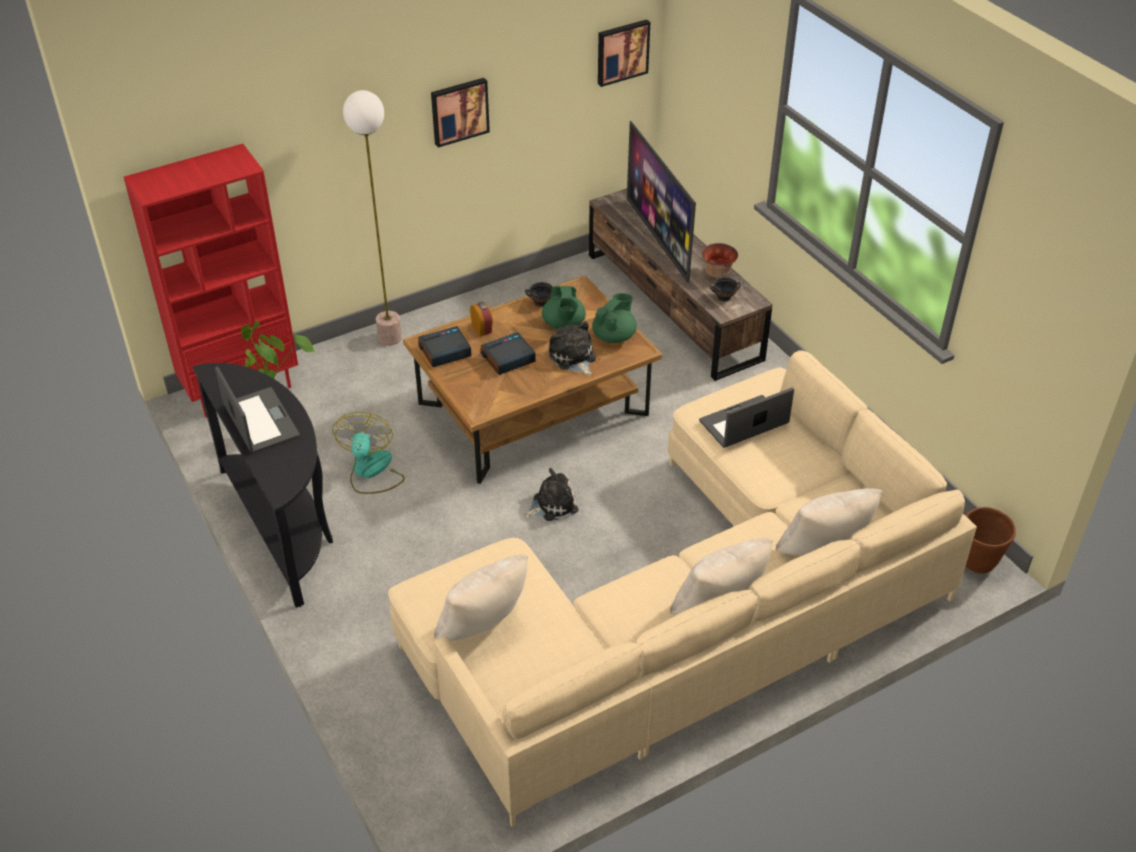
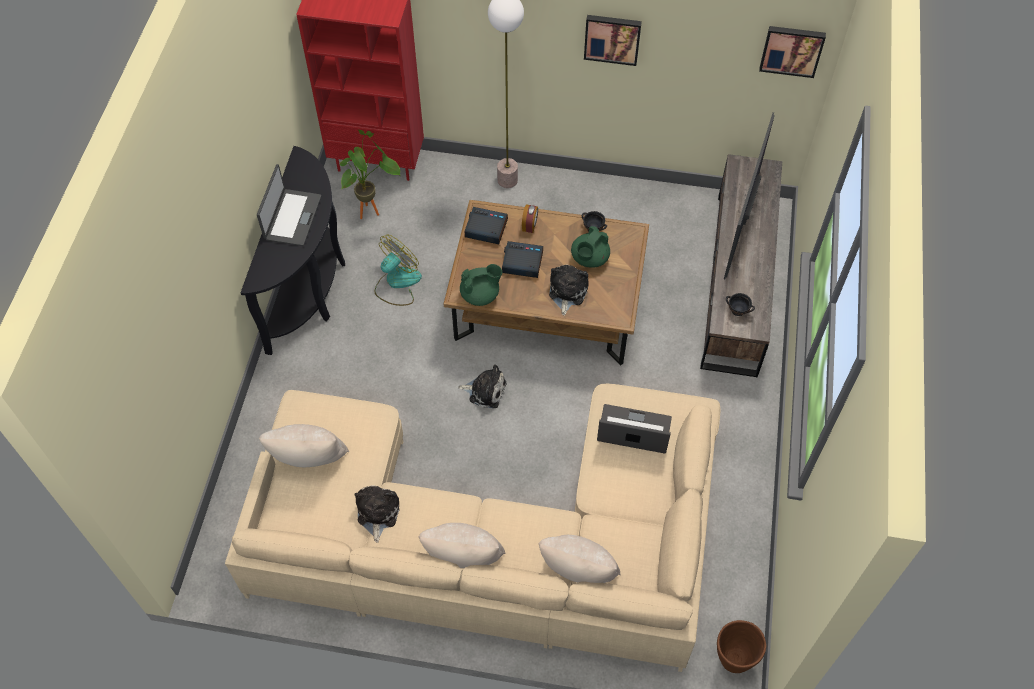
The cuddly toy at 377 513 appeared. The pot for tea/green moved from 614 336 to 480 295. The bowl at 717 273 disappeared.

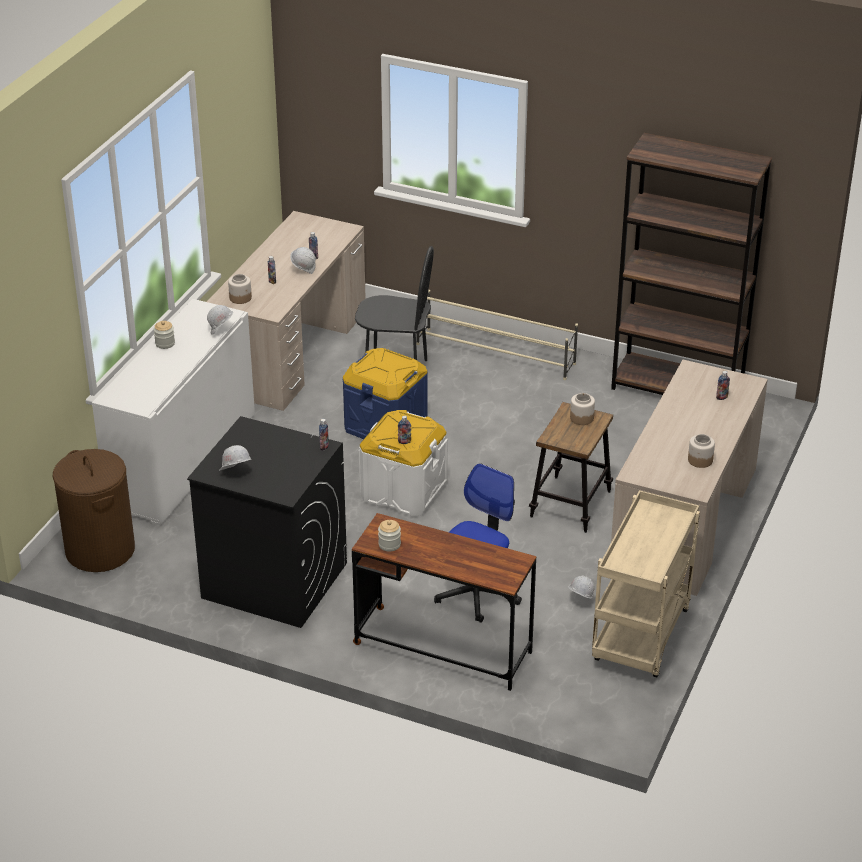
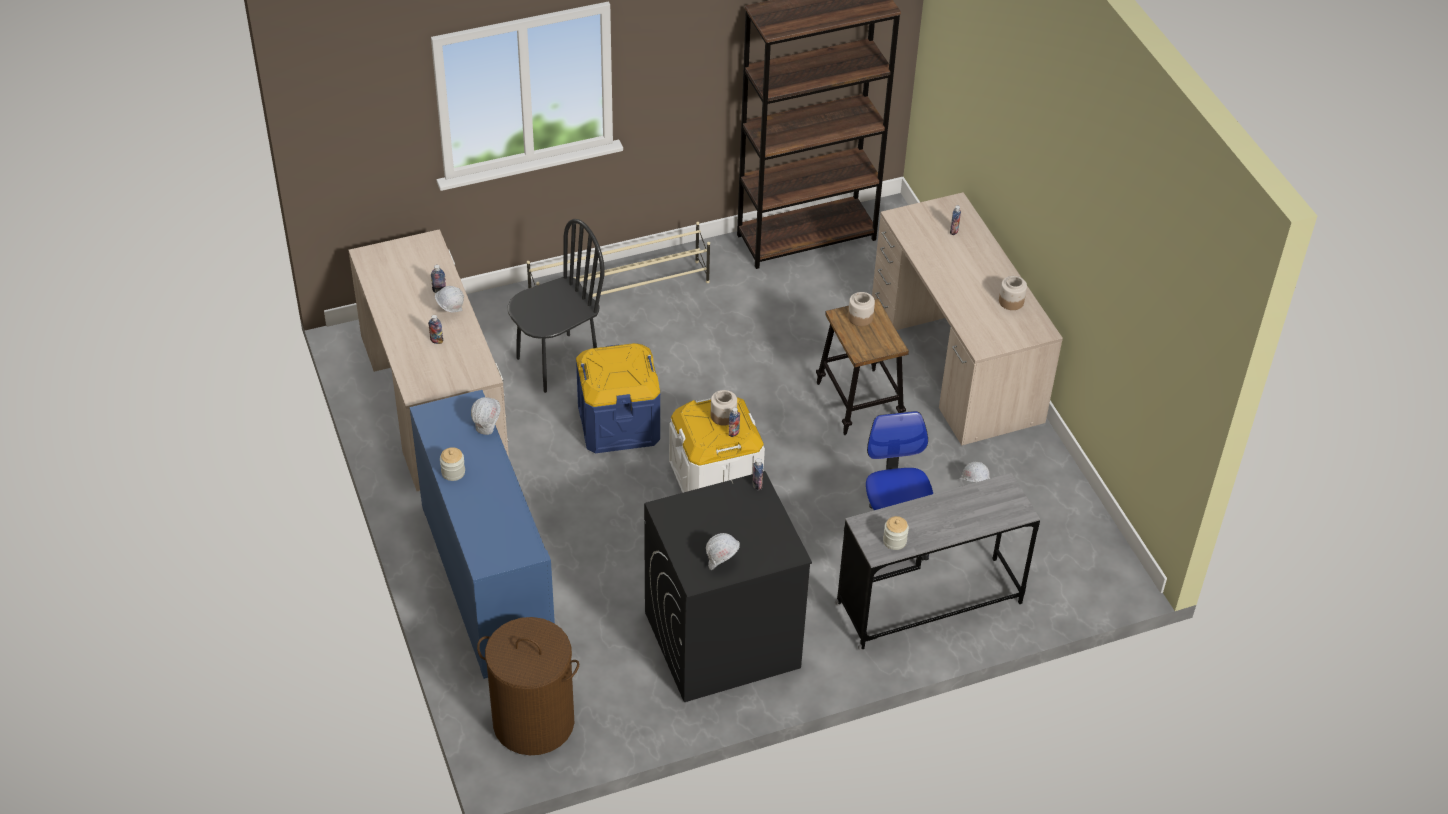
The cupboard/white at 183 461 became the cupboard/bluish at 487 580. The storage jar moved from 240 298 to 723 416. The desk unit/brownish at 442 648 became the desk unit/grey at 929 603. The trolley/beige at 641 638 disappeared.

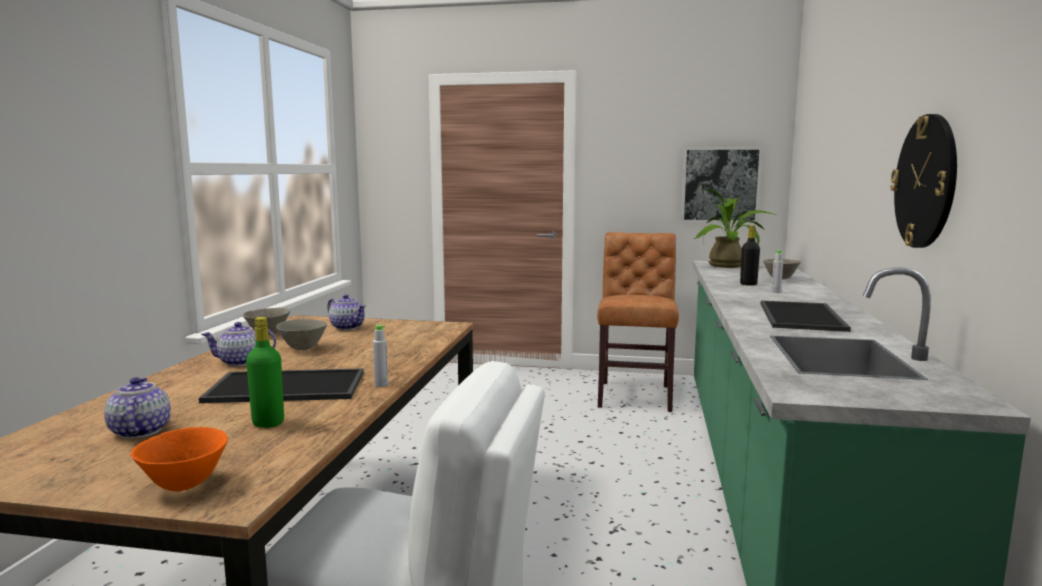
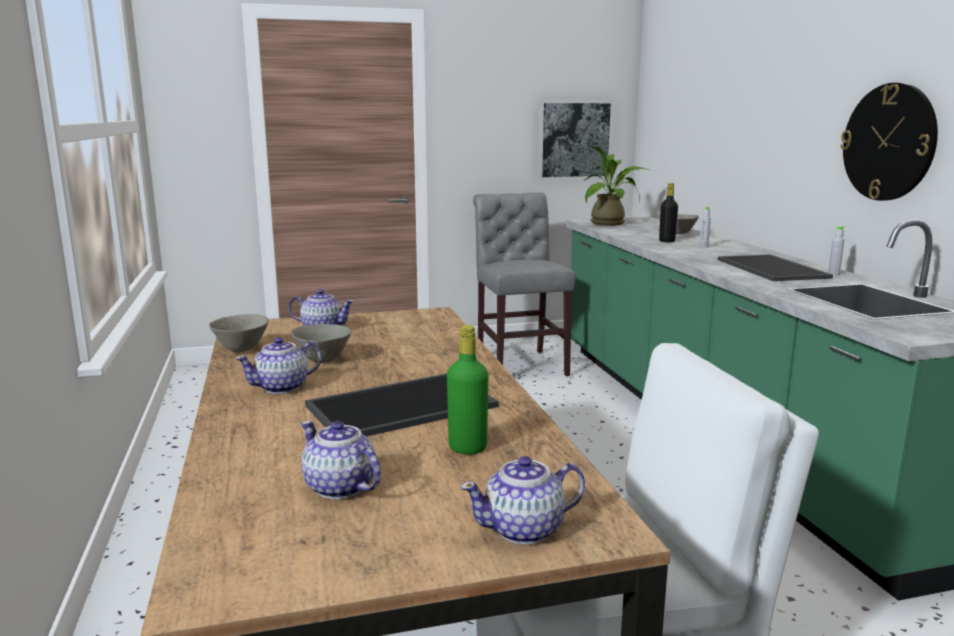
The bowl/orangey at 184 485 was replaced by the pot for tea at 525 529. The upright chair/brownish at 635 395 became the upright chair/grey at 519 364. The bottle/grey moved from 381 385 to 833 274.

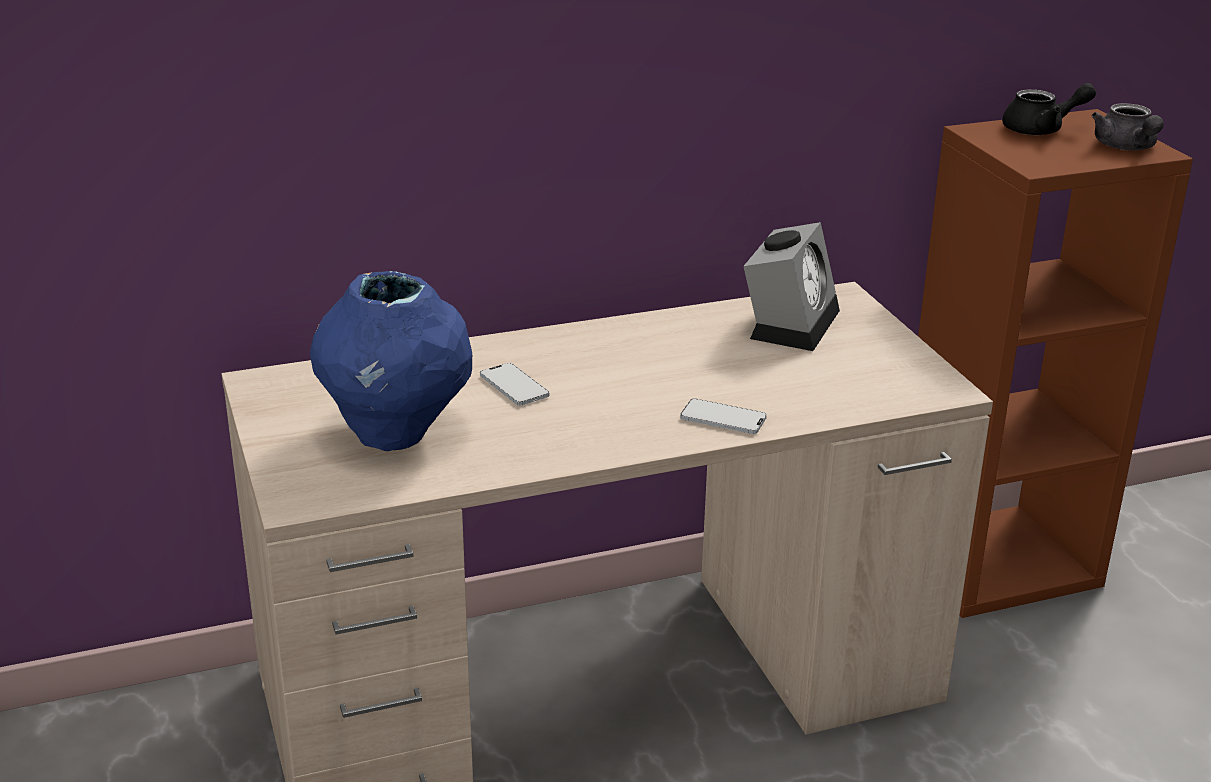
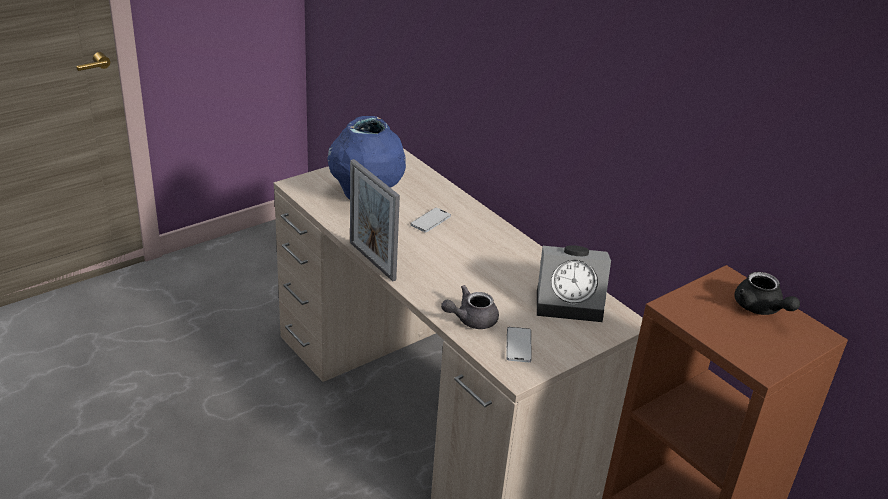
The photo frame at 372 261 appeared. The pot for tea/grey moved from 1126 148 to 471 320. The phone moved from 723 418 to 518 345.

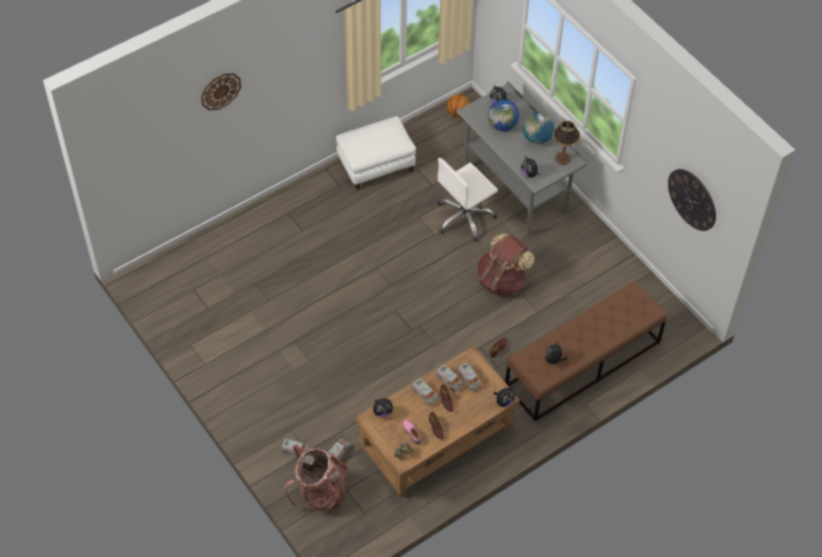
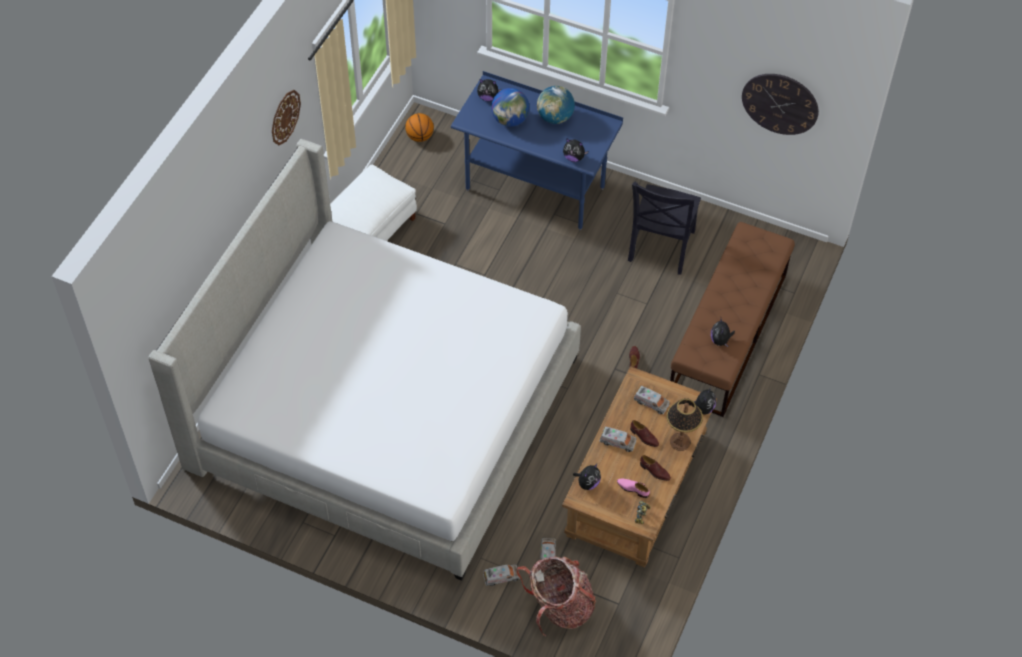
The bed at 385 411 appeared. The wall clock moved from 220 91 to 285 117. The desk unit/grey at 515 189 became the desk unit/bluish at 535 189. The upright chair/black-coloured at 660 248 appeared. The lamp for a table moved from 563 158 to 680 441. The toy lorry at 449 380 disappeared. The desk chair/white at 464 218 disappeared. The rucksack/brownish at 502 281 disappeared.

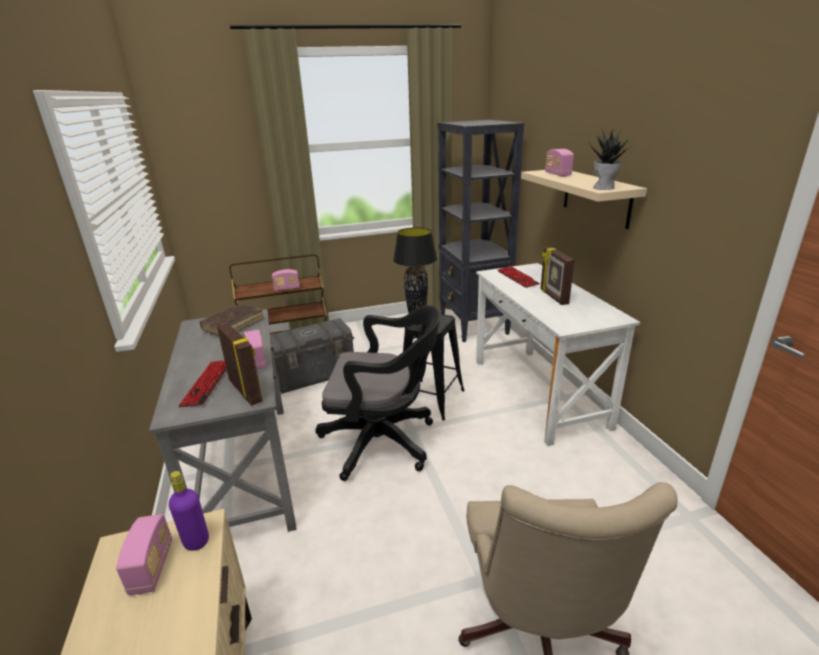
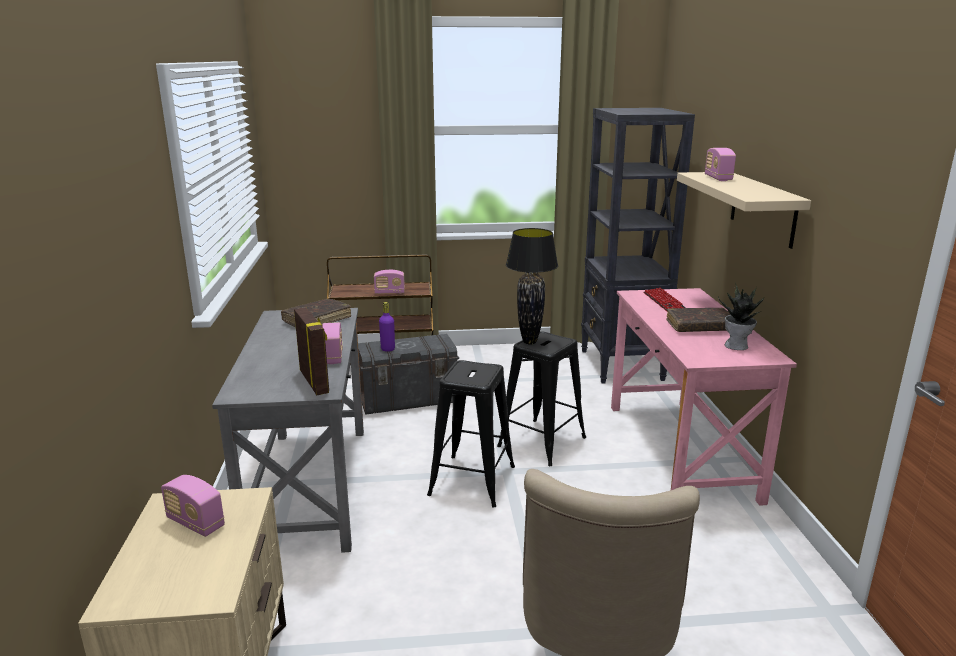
The radio at 152 567 turned 120 degrees clockwise. The bottle/purplish moved from 196 541 to 388 349. The desk chair/black-coloured at 384 442 was replaced by the stool seat/black-coloured at 472 480. The desk unit/white at 538 392 became the desk unit/pink-coloured at 680 451. The photo frame at 553 297 was replaced by the bound book/brownish at 700 327. The potted plant moved from 604 188 to 737 346. The PC keyboard at 207 384 disappeared.

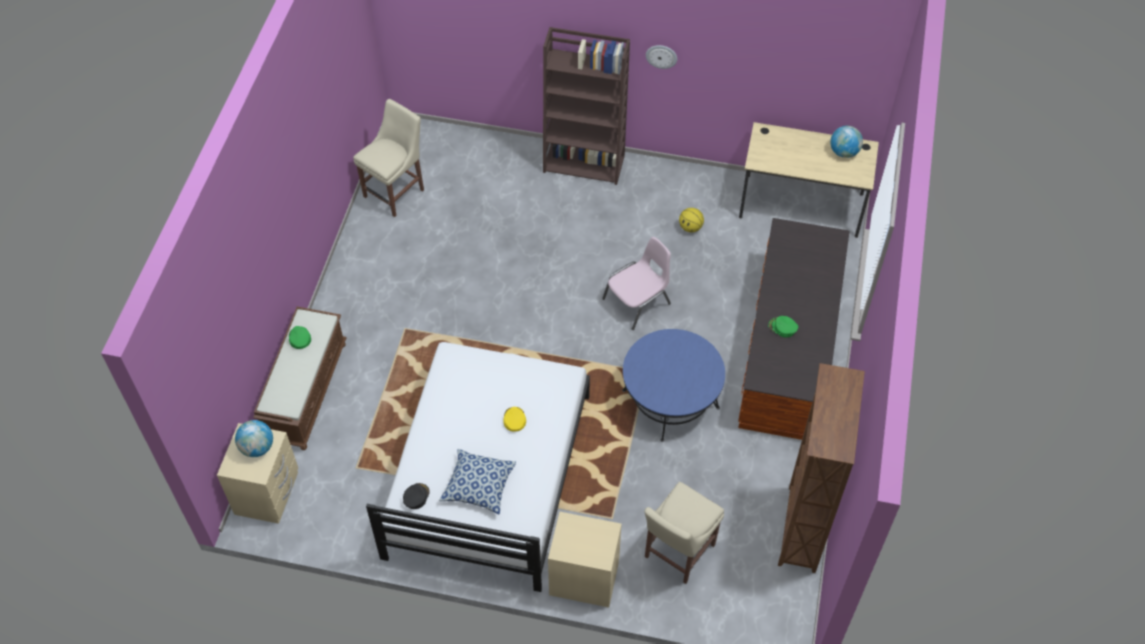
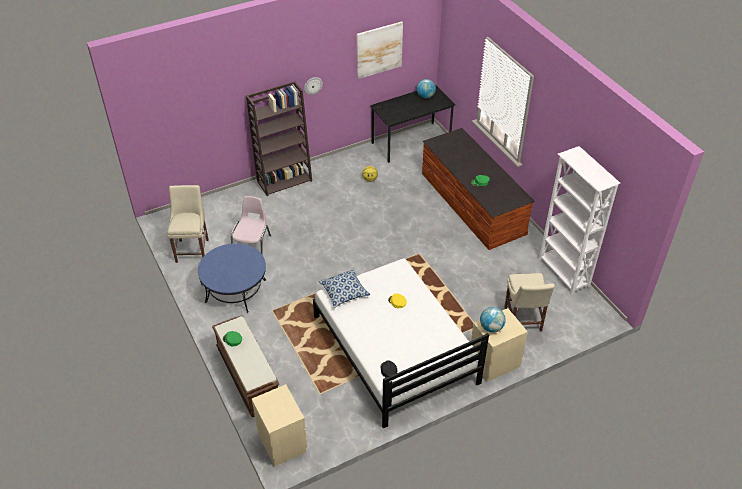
The lounge table/bluish moved from 670 399 to 235 291. The upright chair/pink-coloured moved from 638 301 to 252 244. The cushion moved from 478 486 to 344 292. The wall art at 379 49 appeared. The desk unit/beige at 801 205 became the desk unit/black-coloured at 411 142. The globe moved from 257 447 to 491 327. The shelving unit/brownish at 800 529 became the shelving unit/white at 563 274.

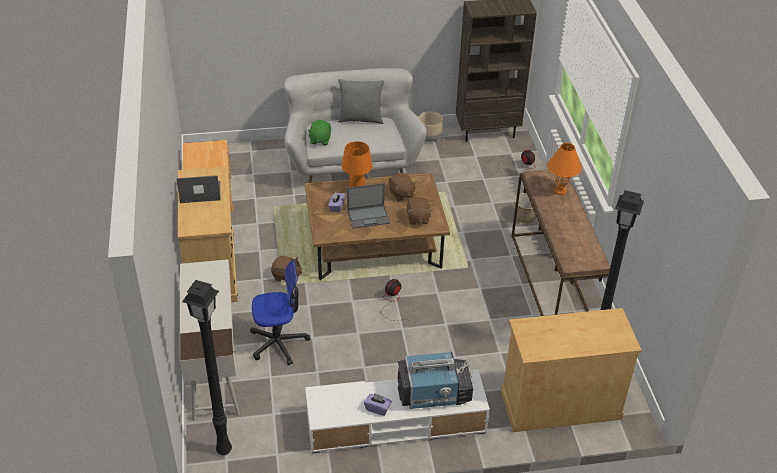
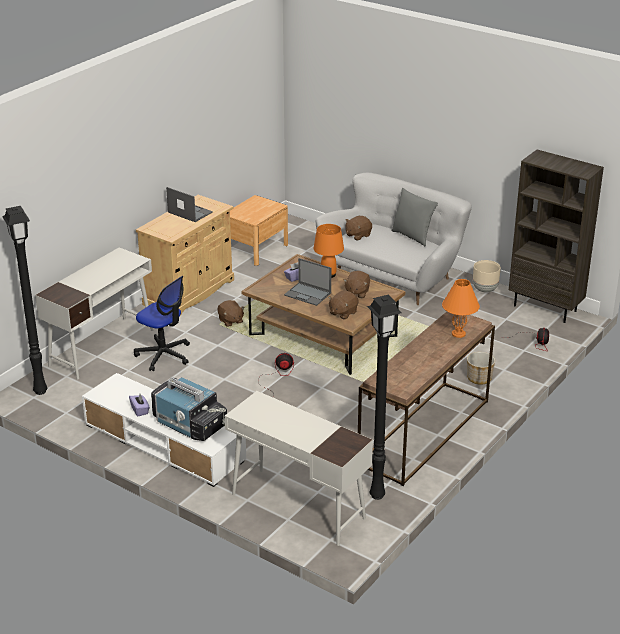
The cupboard/beige at 560 404 was replaced by the desk unit/white at 297 506. The cuddly toy/green at 320 140 became the cuddly toy/brownish at 357 235.

